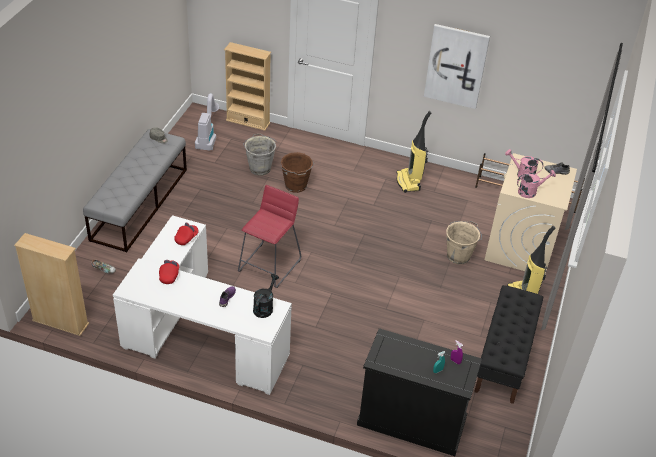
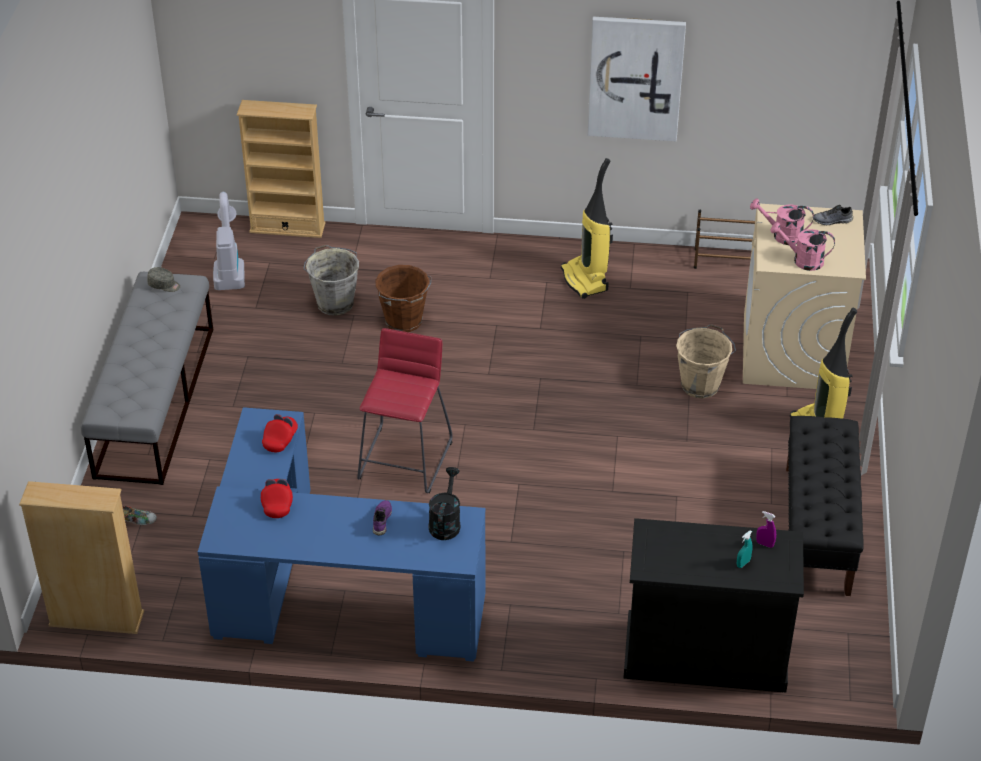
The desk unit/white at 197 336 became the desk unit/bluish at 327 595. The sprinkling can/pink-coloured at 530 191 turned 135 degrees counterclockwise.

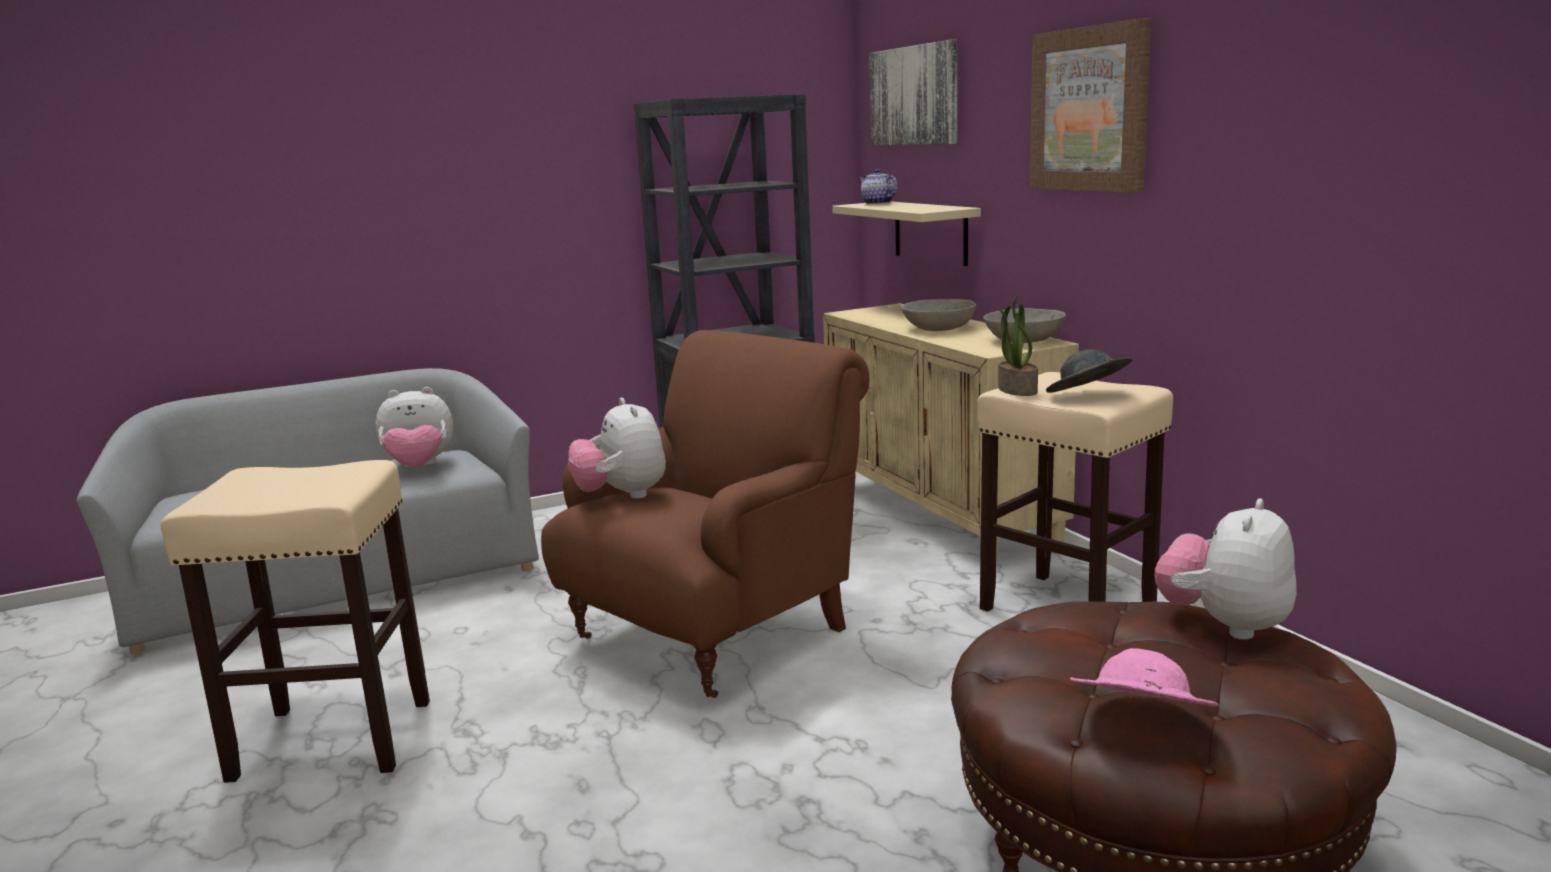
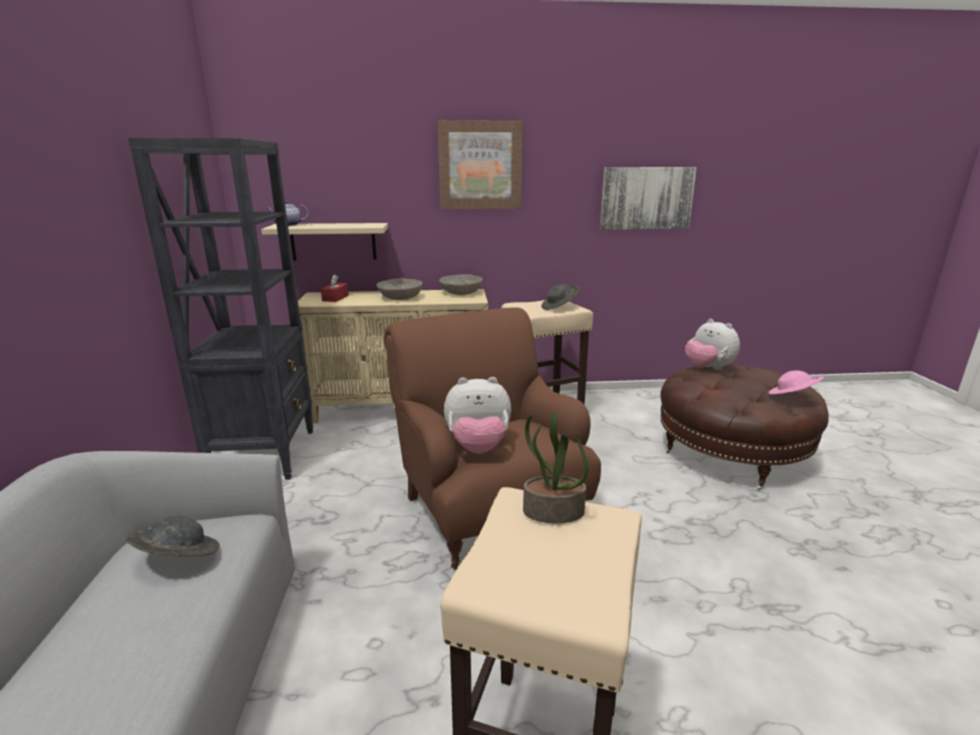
The cuddly toy at 419 467 was replaced by the clothing hat/grey at 178 558. The tissue box/reddish at 335 298 appeared. The potted plant moved from 1016 390 to 552 512. The wall art moved from 915 96 to 646 198.

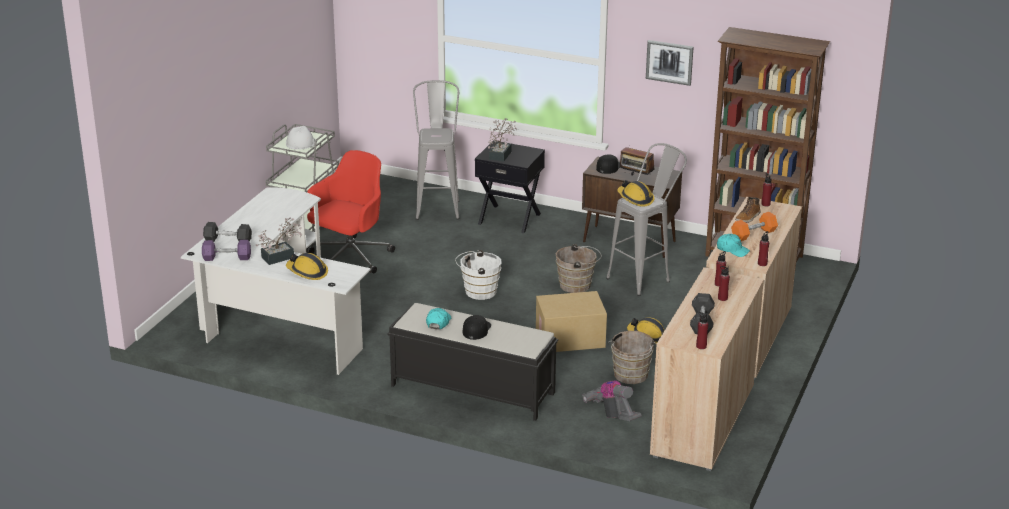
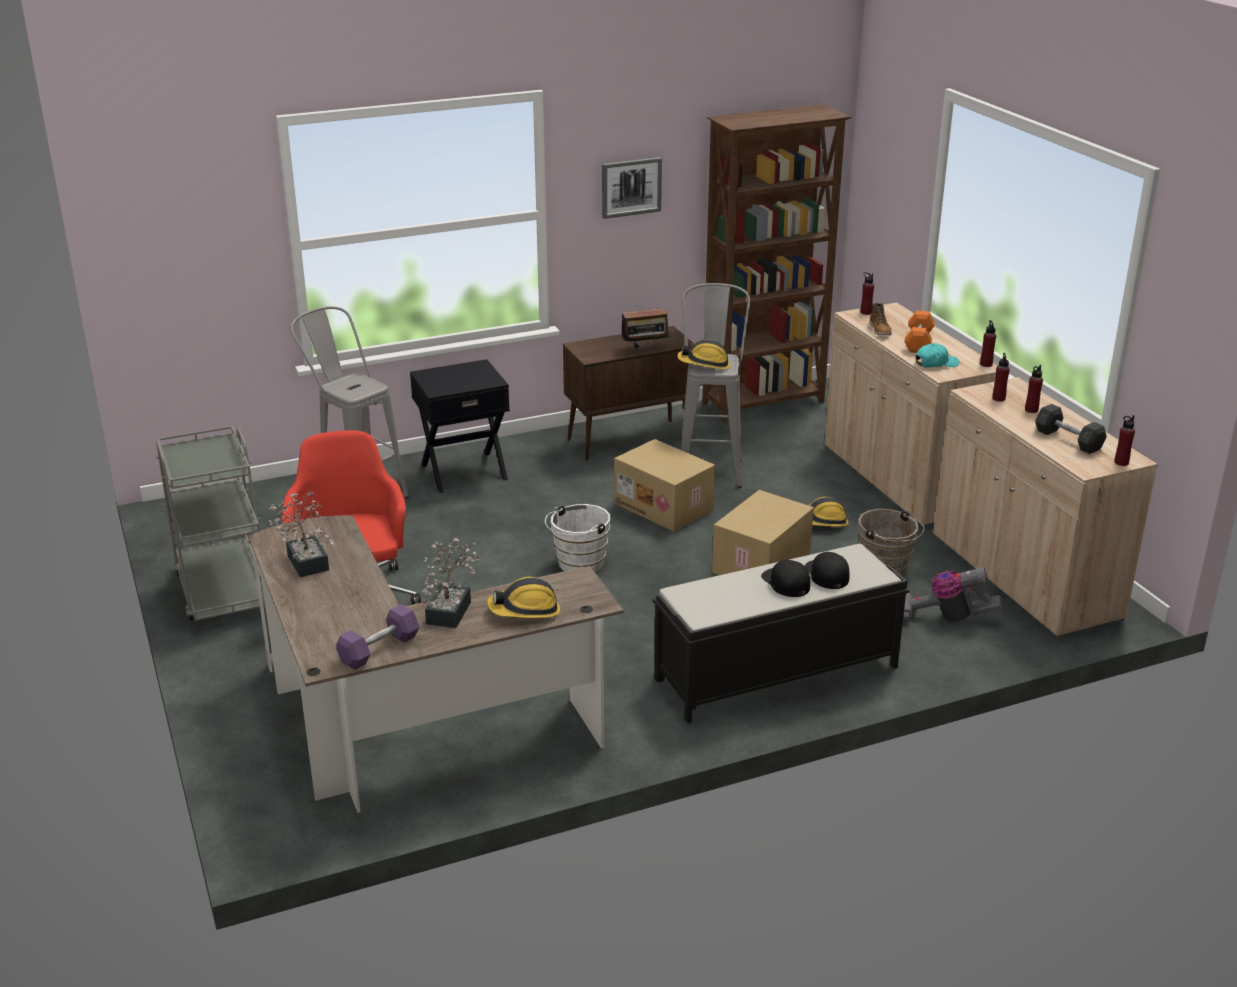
The desk unit/white at 277 321 became the desk unit/brownish at 404 728. The potted plant moved from 501 154 to 307 560. The bucket/brownish at 577 285 was replaced by the carton at 665 506. The peaked cap/black-coloured moved from 609 167 to 827 574. The hand weight/grey at 228 240 disappeared. The hard hat/white at 301 143 disappeared. The peaked cap/blue-green at 438 322 disappeared.

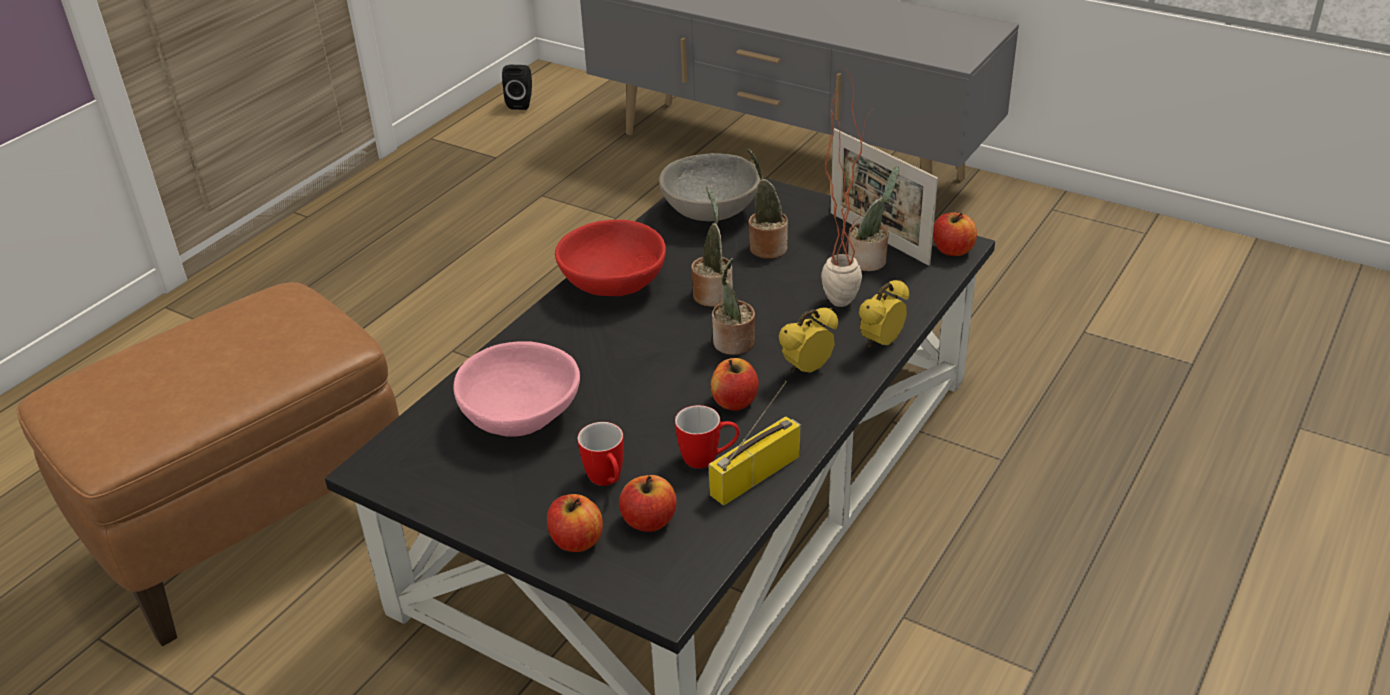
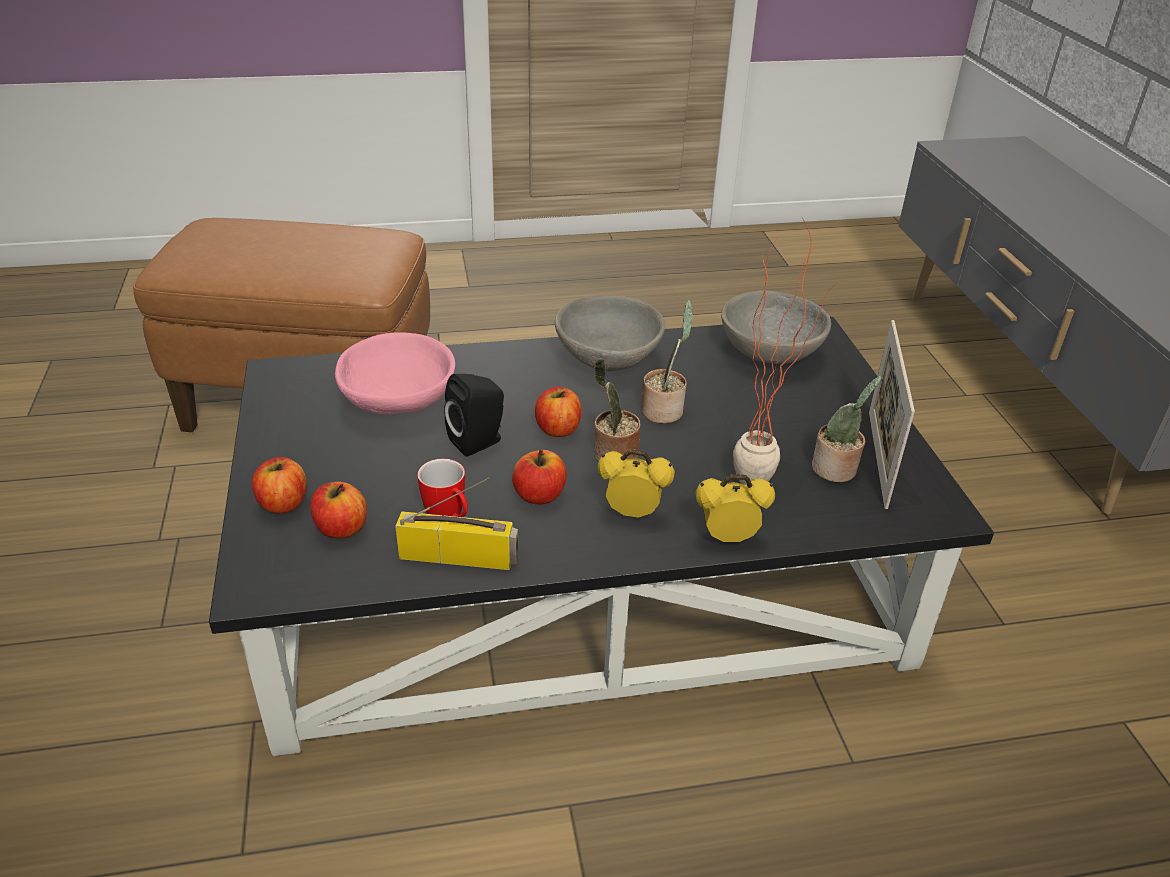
The speaker/black-coloured moved from 521 103 to 479 441. The apple moved from 952 250 to 558 429. The bowl/reddish at 614 284 became the bowl/grey at 608 359. The mug at 608 482 disappeared. The potted plant at 766 247 disappeared.

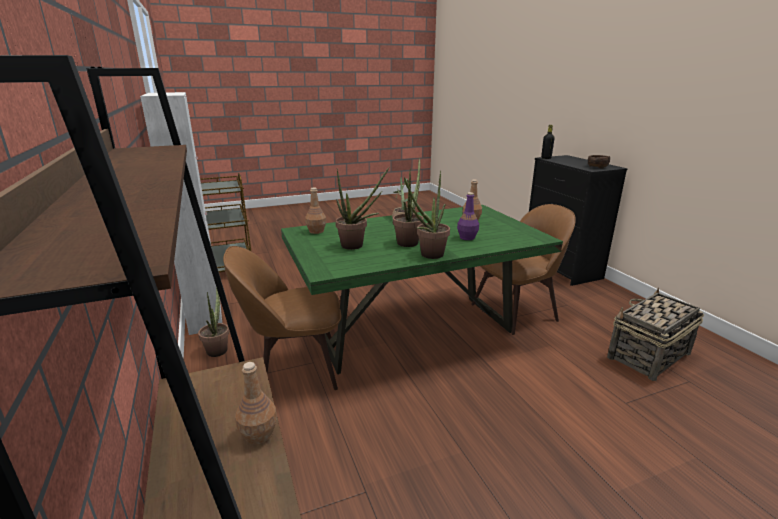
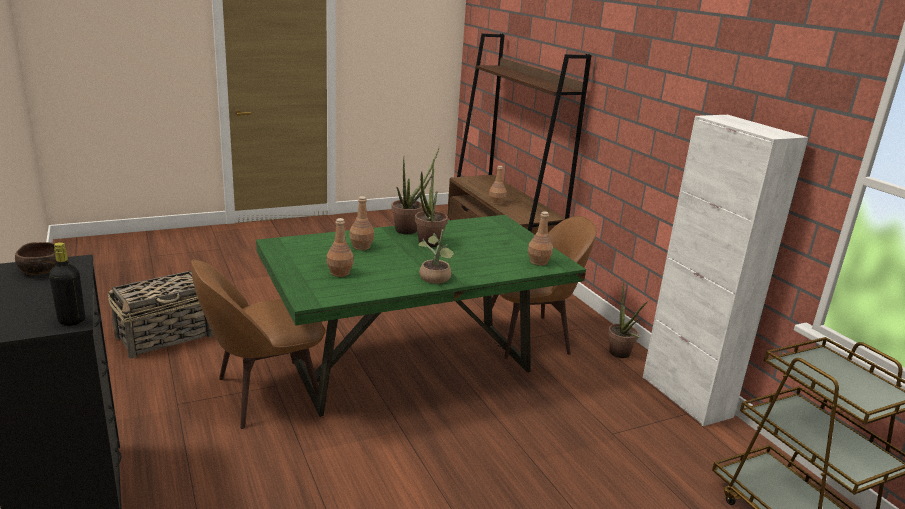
The bottle/purplish at 467 237 became the bottle/brownish at 362 247. The potted plant at 357 246 disappeared.

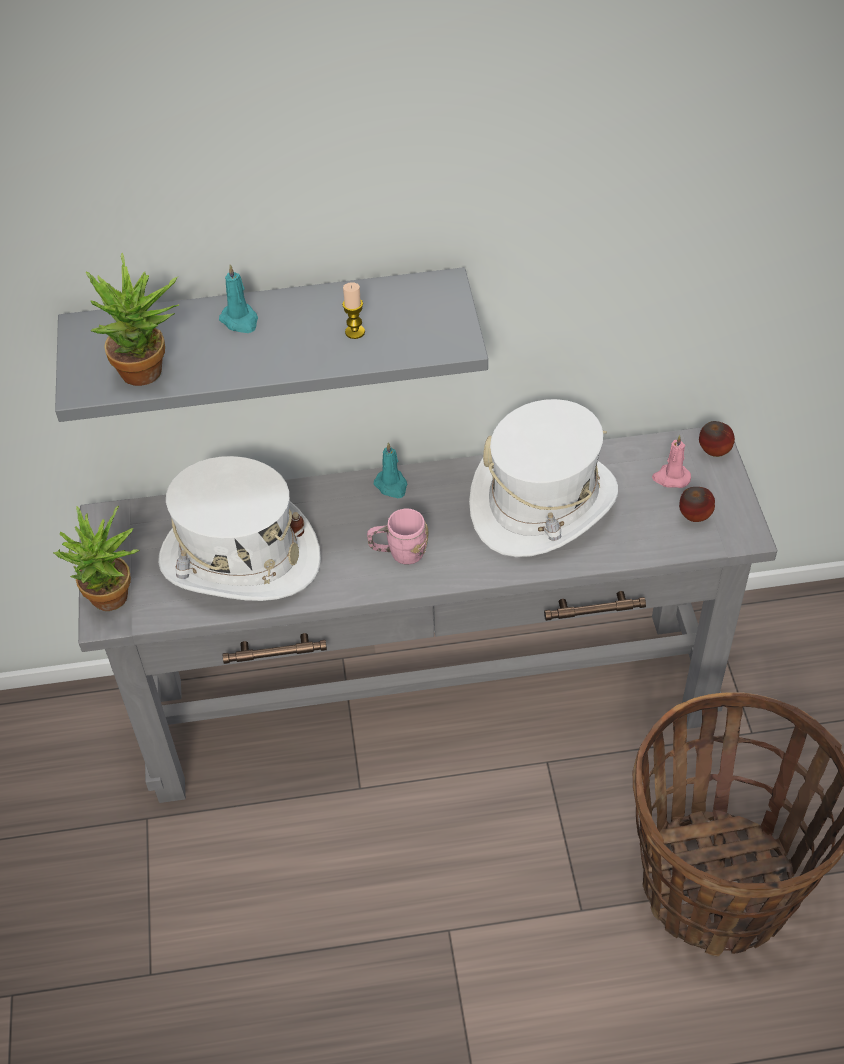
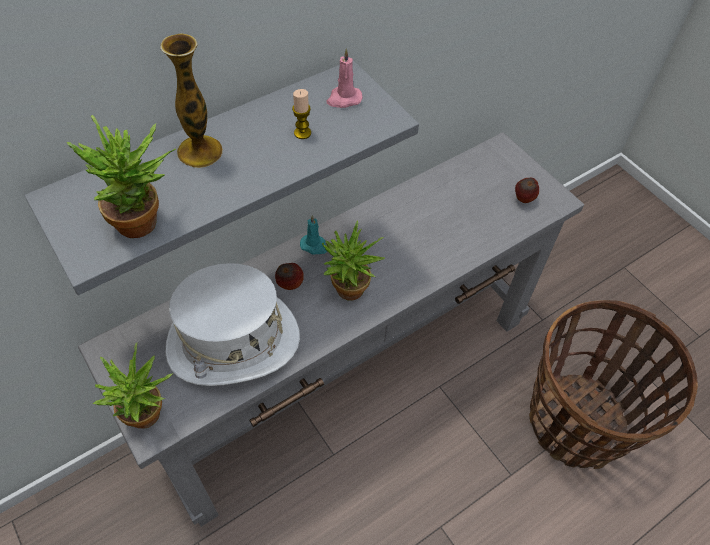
The wax light/blue-green at 240 321 was replaced by the vase at 199 151. The apple moved from 714 452 to 290 285. The mug/pink-coloured at 399 553 was replaced by the potted plant at 348 294. The wax light/pink-coloured moved from 671 478 to 343 99. The clothing hat/white at 543 504 disappeared.

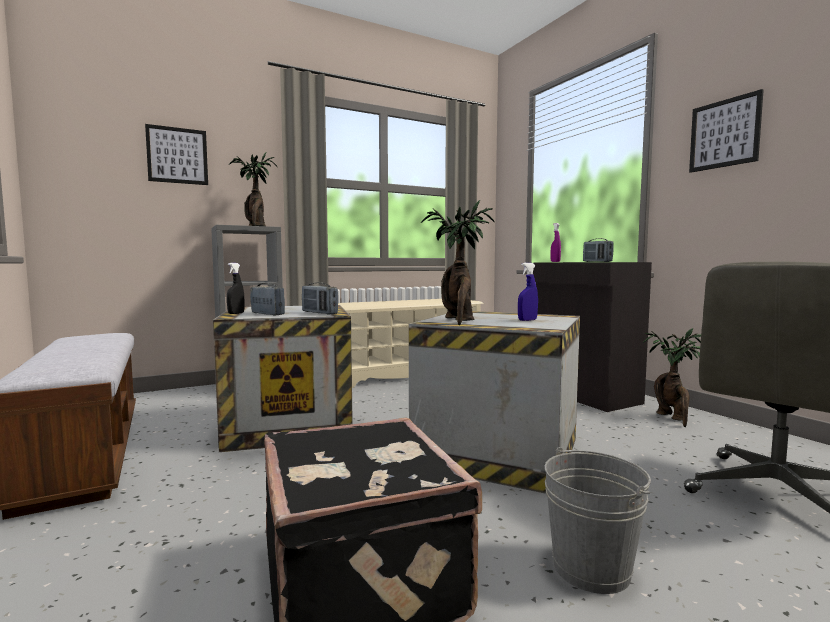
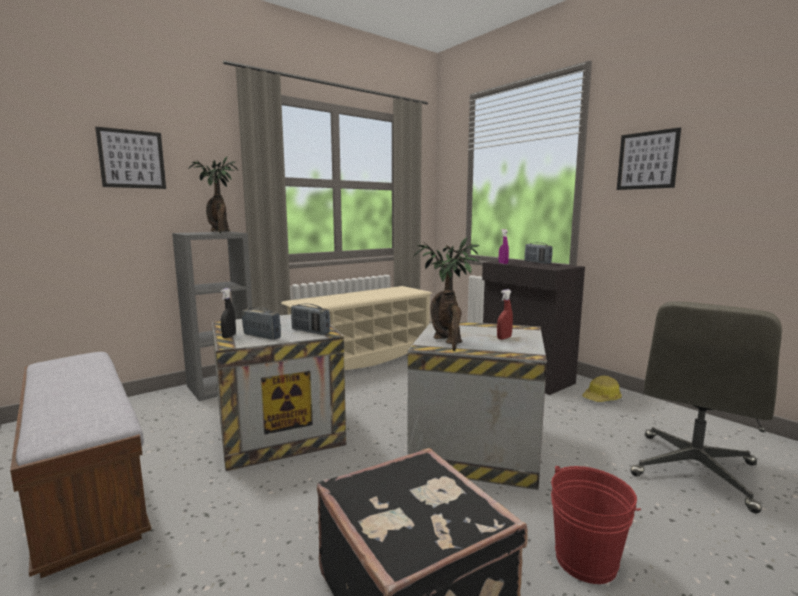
The spray bottle/bluish at 527 320 became the spray bottle/reddish at 504 338. The bucket/grey at 591 568 became the bucket/reddish at 586 560. The potted plant at 673 418 was replaced by the hard hat at 601 398.

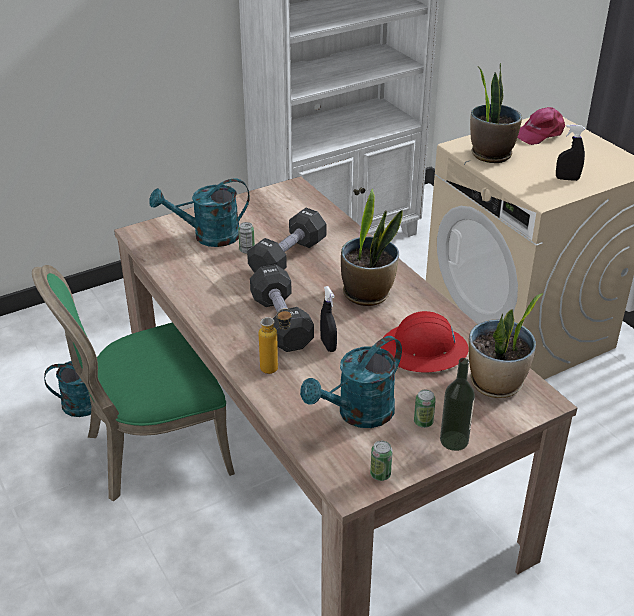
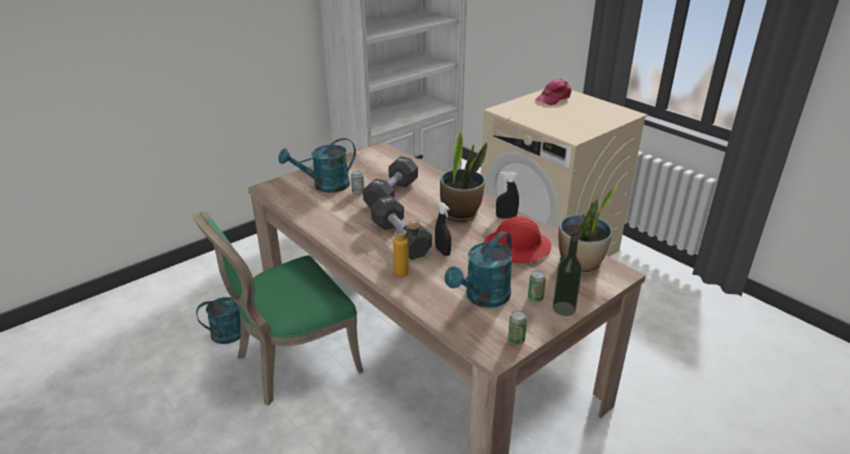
The spray bottle/black-coloured moved from 567 179 to 506 217. The potted plant at 490 154 disappeared.

